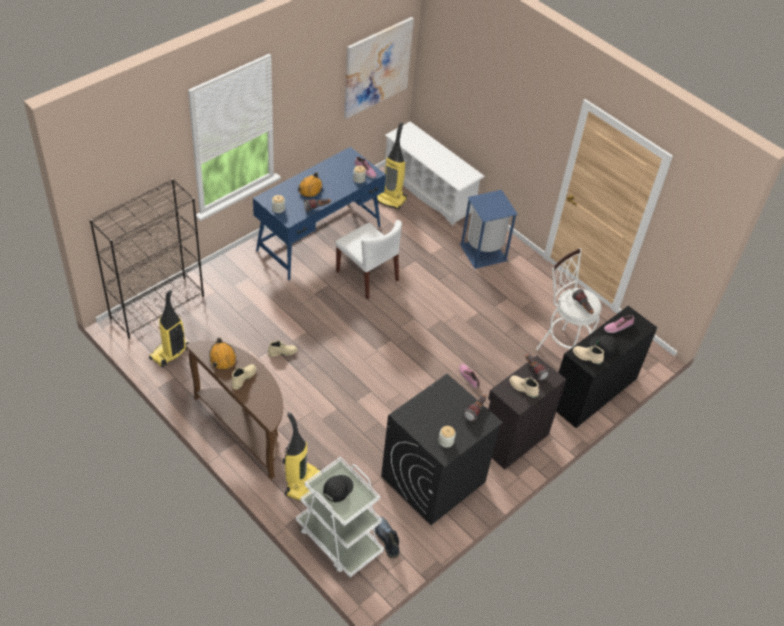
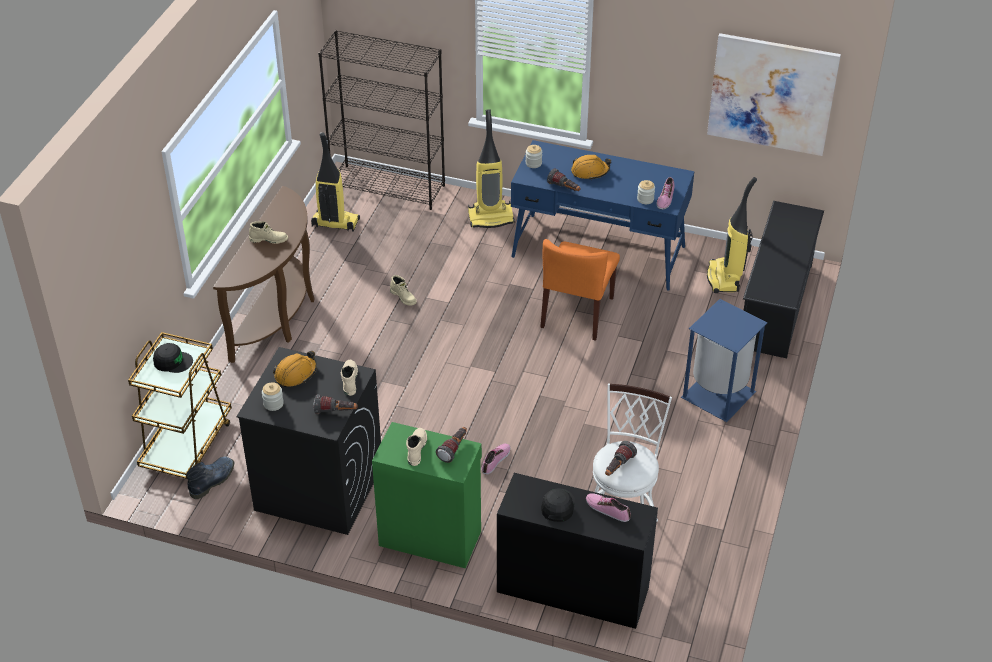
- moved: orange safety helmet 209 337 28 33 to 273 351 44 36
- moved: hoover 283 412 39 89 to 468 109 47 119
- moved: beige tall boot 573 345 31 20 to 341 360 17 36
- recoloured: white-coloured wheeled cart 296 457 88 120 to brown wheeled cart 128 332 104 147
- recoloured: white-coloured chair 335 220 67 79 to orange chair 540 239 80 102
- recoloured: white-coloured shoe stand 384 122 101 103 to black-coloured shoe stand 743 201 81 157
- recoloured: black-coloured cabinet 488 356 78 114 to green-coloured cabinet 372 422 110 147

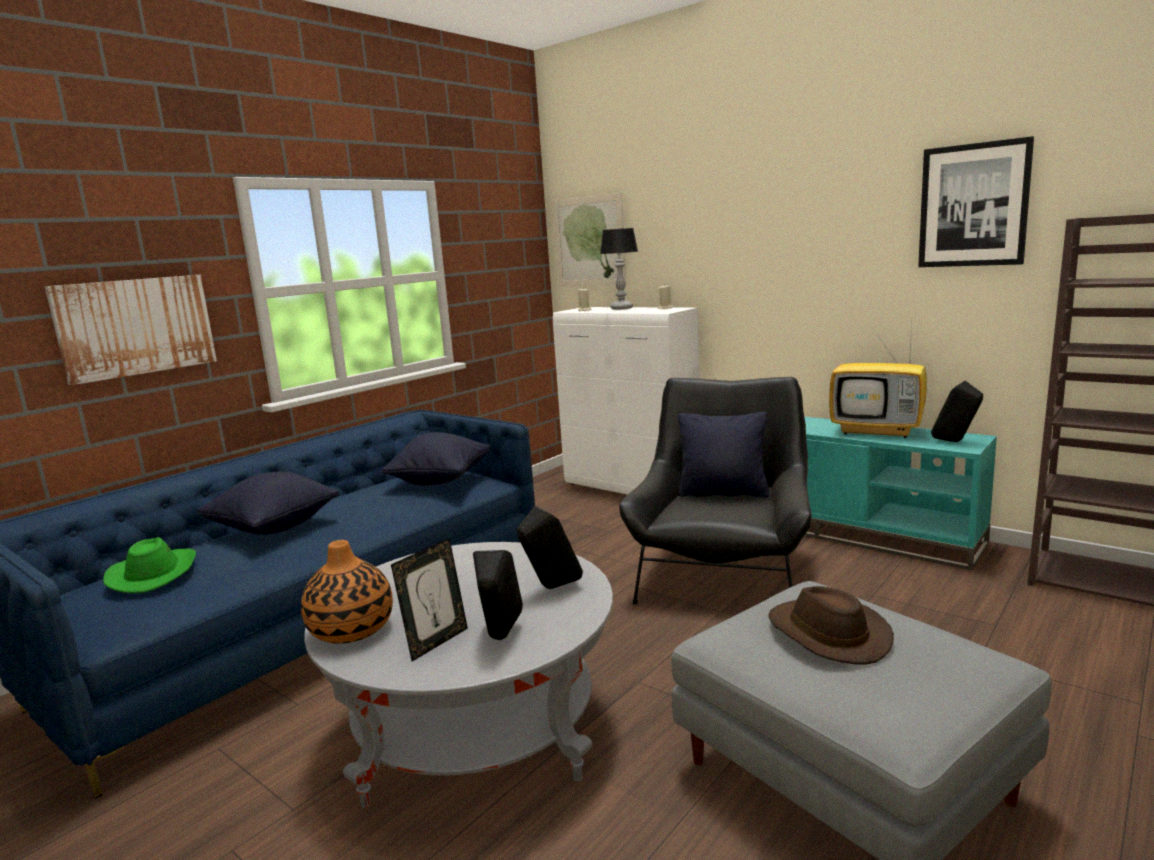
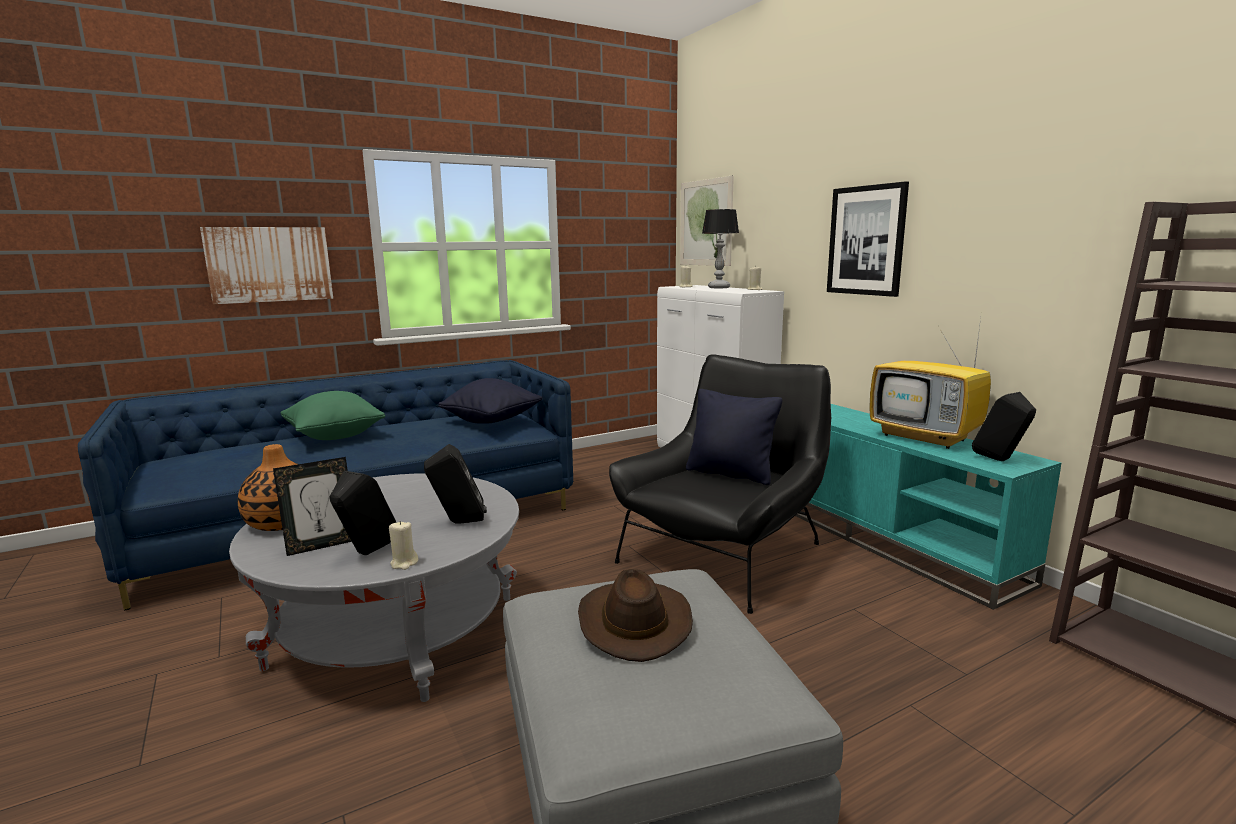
- removed: green-coloured hat 103 537 93 56
- added: beige wax candle 389 521 30 49
- moved: wall art 918 136 116 131 to 827 181 82 116
- recoloured: black-coloured pillow 197 472 143 63 to green-coloured pillow 280 391 105 49

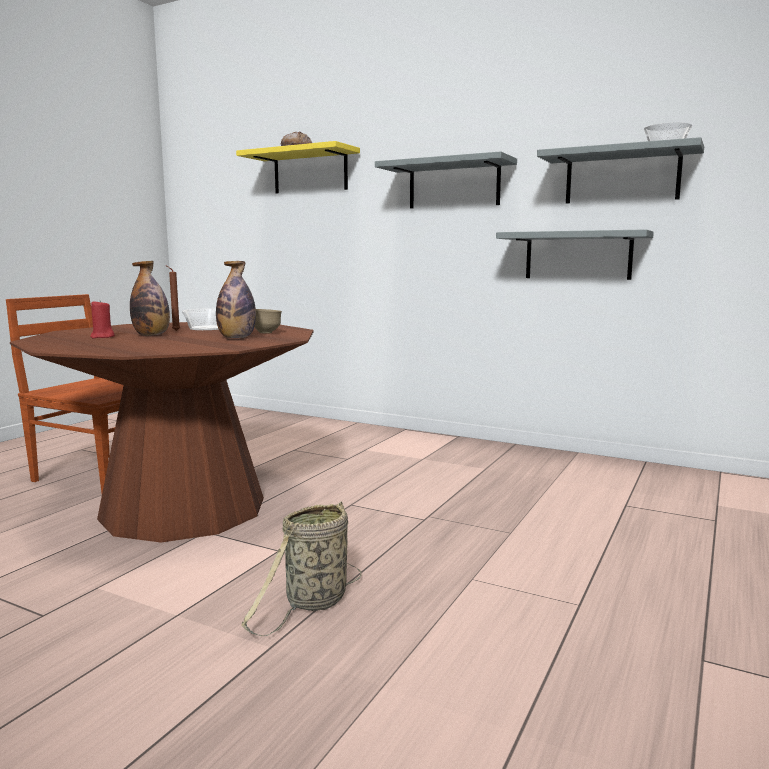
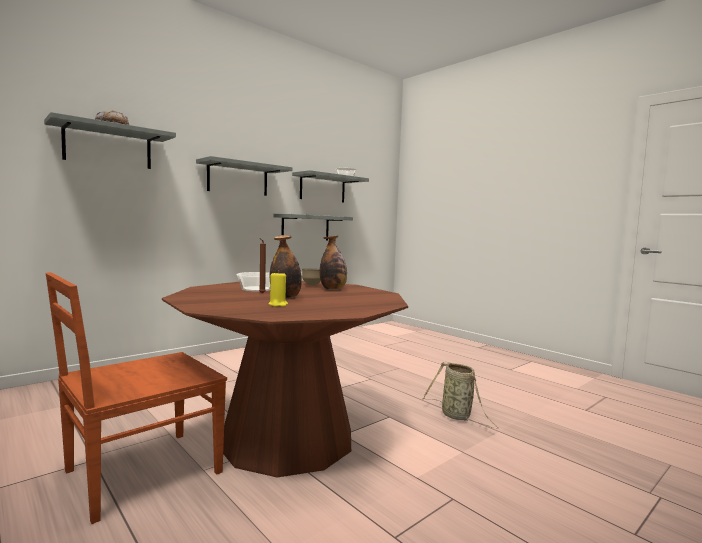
- recoloured: red wax candle 90 299 25 39 to yellow wax candle 268 271 20 36
- recoloured: yellow wall shelf 236 141 124 53 to grey wall shelf 44 112 132 57

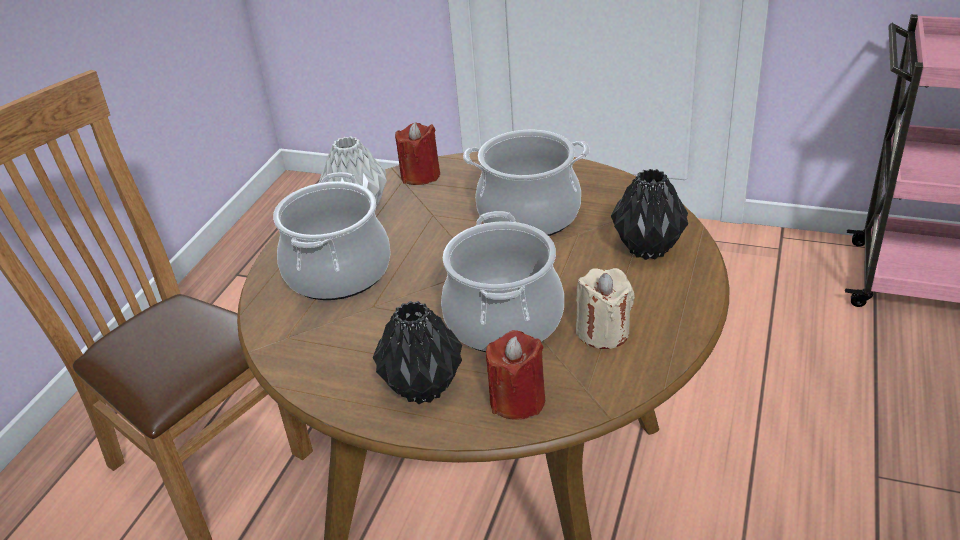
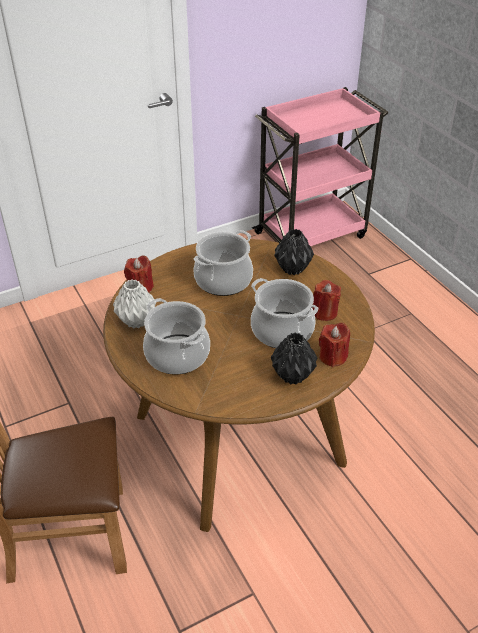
- recoloured: beige wax candle 576 268 59 81 to red wax candle 312 280 29 41

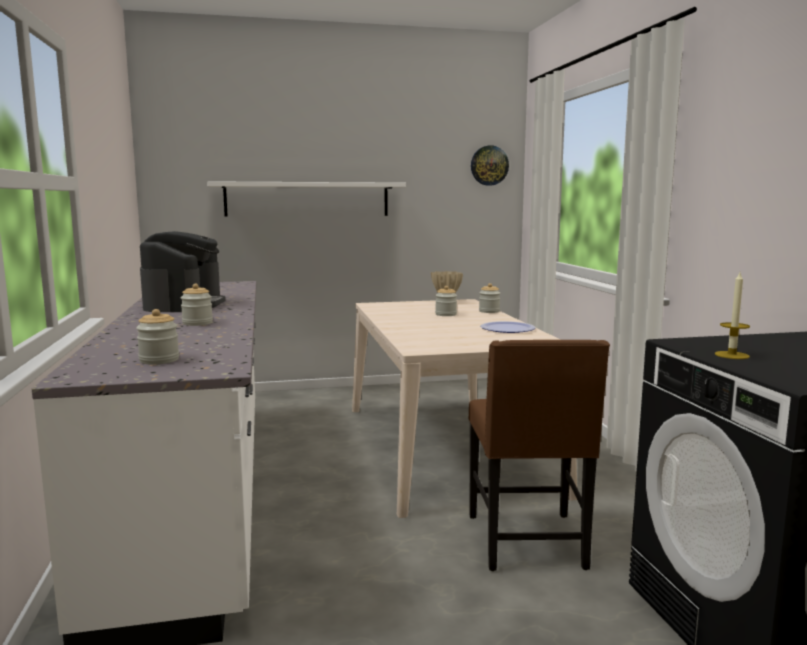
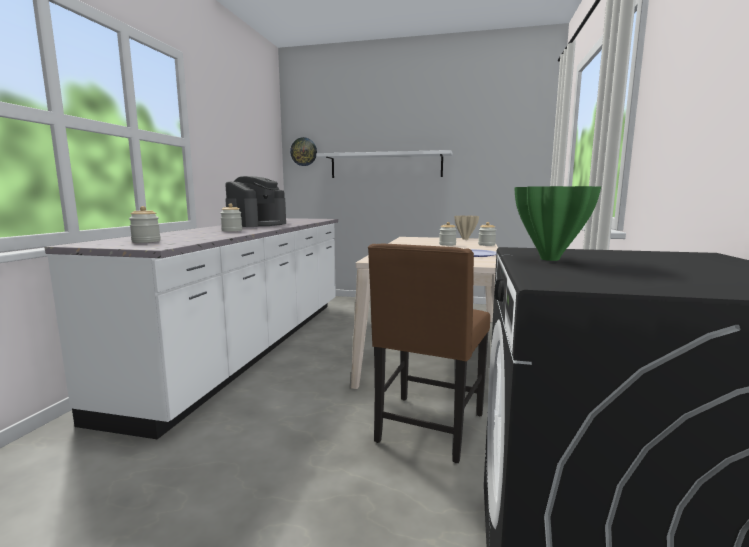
- moved: wall clock 471 145 38 41 to 290 137 27 29
- replaced: wax candle 715 272 35 87 to green-coloured decorative vase 515 186 86 75

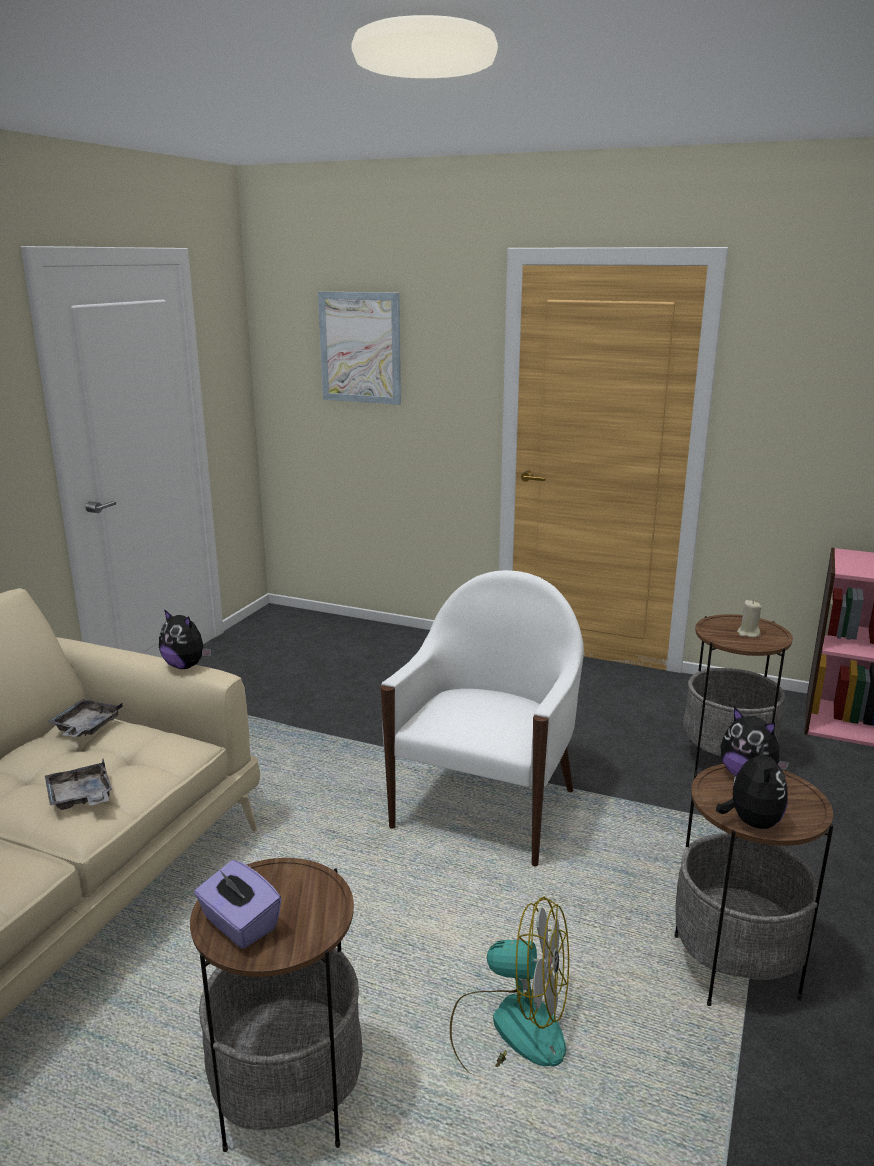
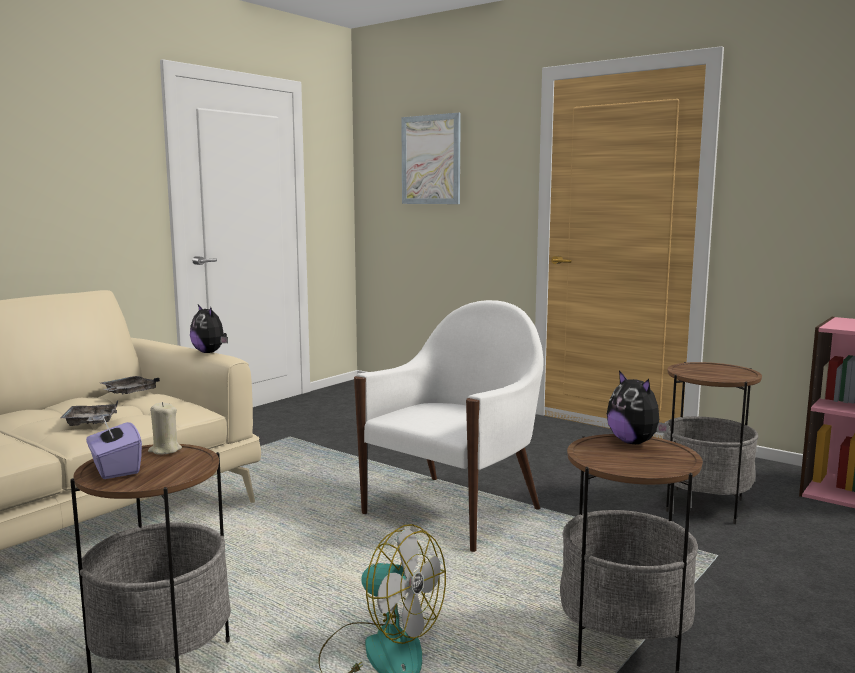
- removed: plush toy 716 743 72 86
- moved: beige wax candle 737 600 25 38 to 148 402 34 53

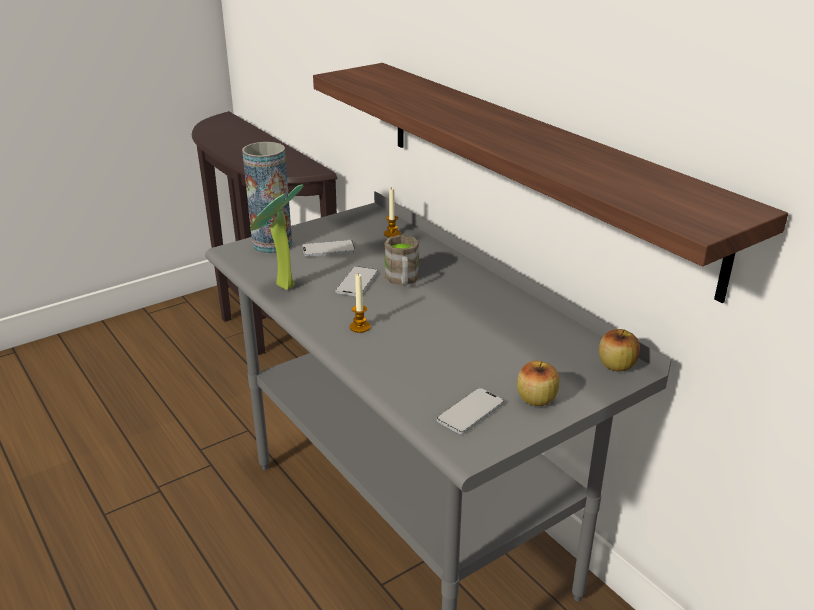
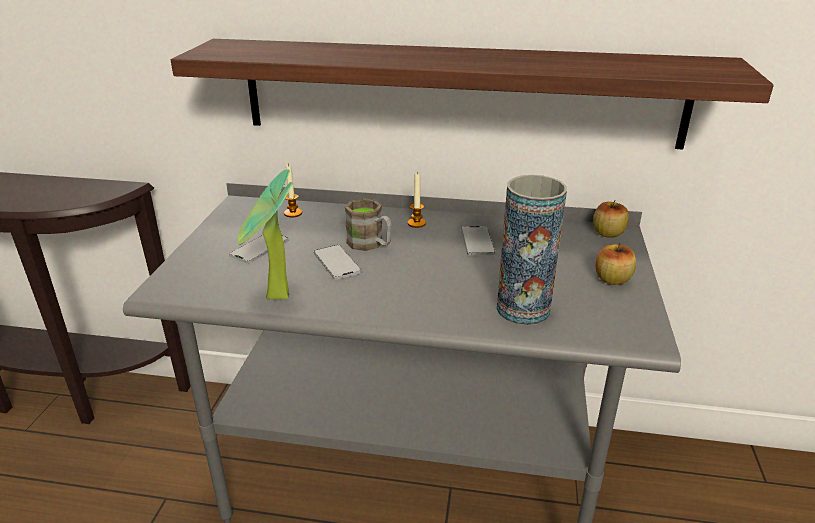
- moved: decorative vase 242 142 50 112 to 497 175 70 150
- moved: wax candle 350 273 21 60 to 408 172 18 56
- moved: handset 437 388 67 47 to 461 226 34 30

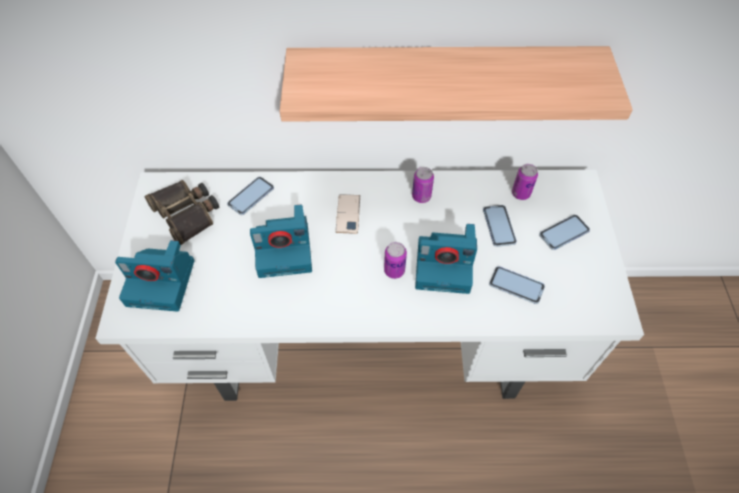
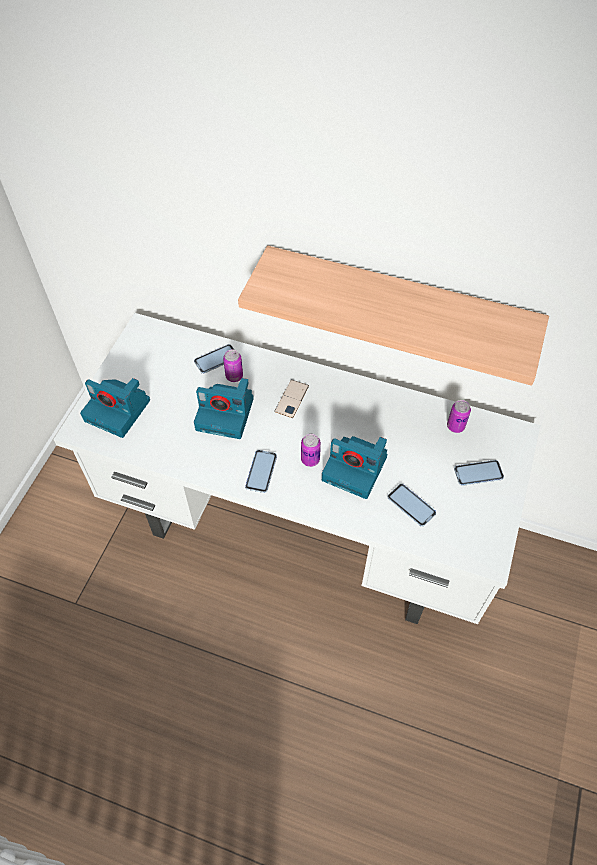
- removed: field glasses 145 180 74 65
- moved: metal can 412 167 22 36 to 223 350 20 32
- moved: handset 483 205 34 42 to 245 450 32 43

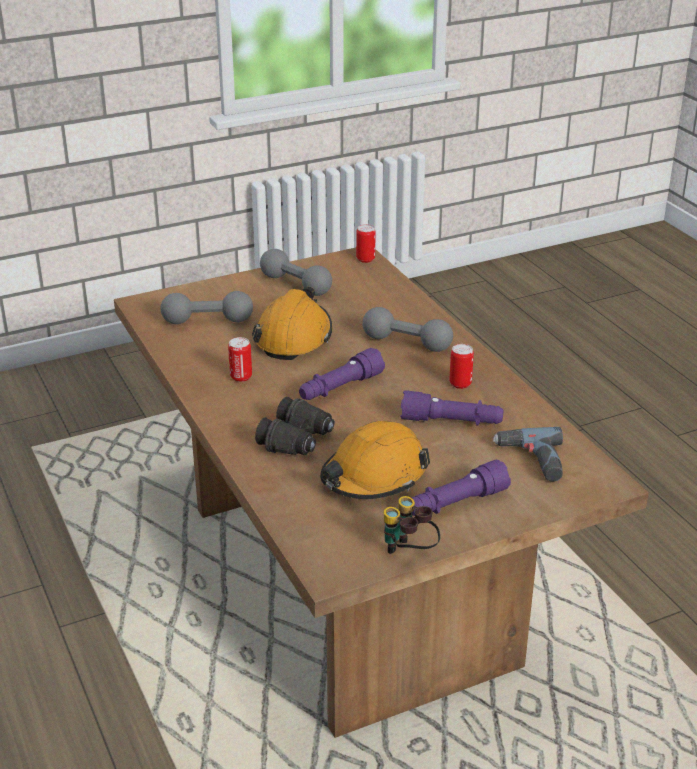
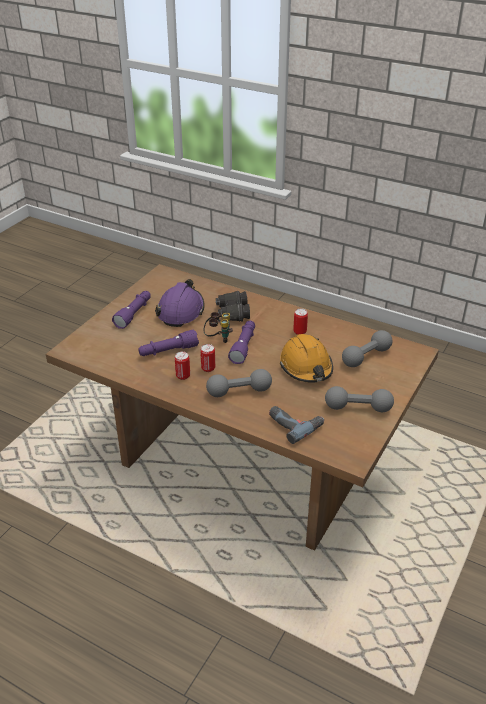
- moved: metal can 356 224 20 39 to 200 344 15 28
- moved: field glasses 384 496 56 58 to 204 312 29 31
- moved: electric drill 493 427 70 55 to 269 406 55 38
- recoloured: orange safety helmet 320 421 110 78 to purple safety helmet 155 279 50 48

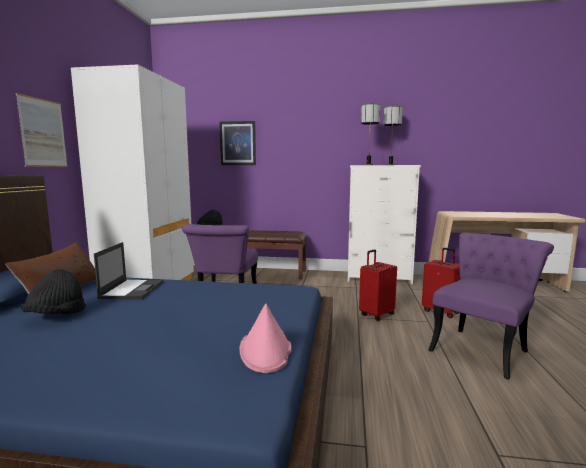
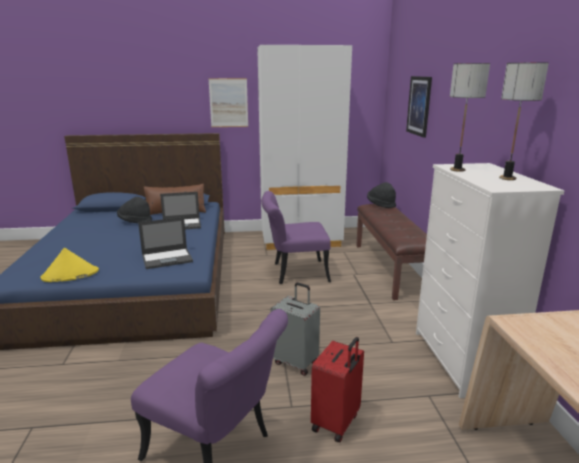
- added: portable computer 138 217 55 52
- recoloured: pink-coloured hat 239 304 52 69 to yellow hat 40 248 59 34
- recoloured: red piece of luggage 359 249 38 72 to grey piece of luggage 271 282 49 94

